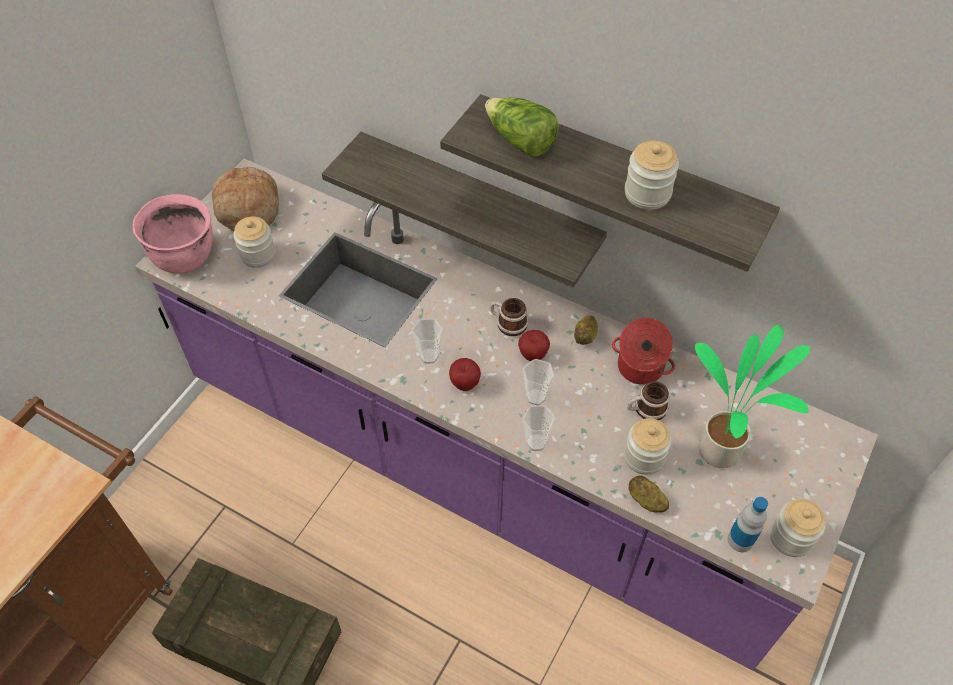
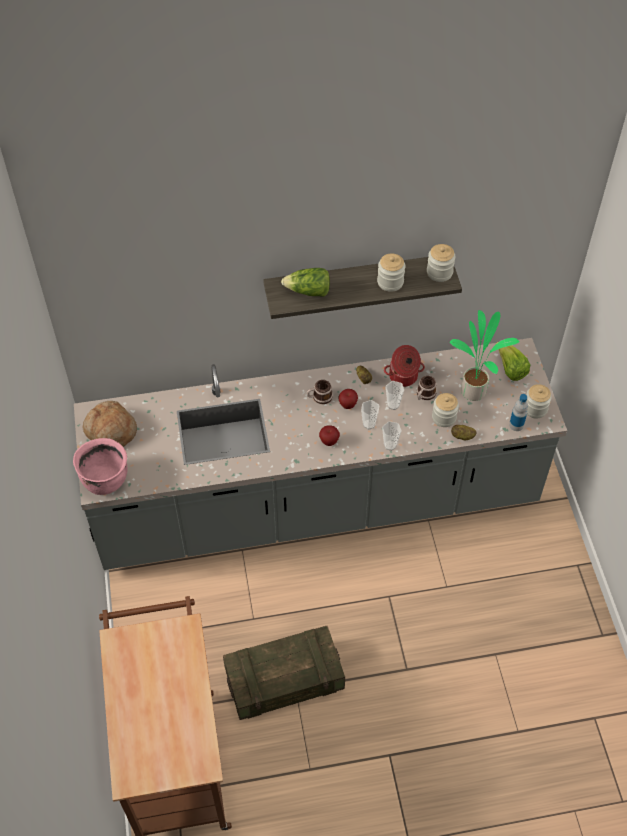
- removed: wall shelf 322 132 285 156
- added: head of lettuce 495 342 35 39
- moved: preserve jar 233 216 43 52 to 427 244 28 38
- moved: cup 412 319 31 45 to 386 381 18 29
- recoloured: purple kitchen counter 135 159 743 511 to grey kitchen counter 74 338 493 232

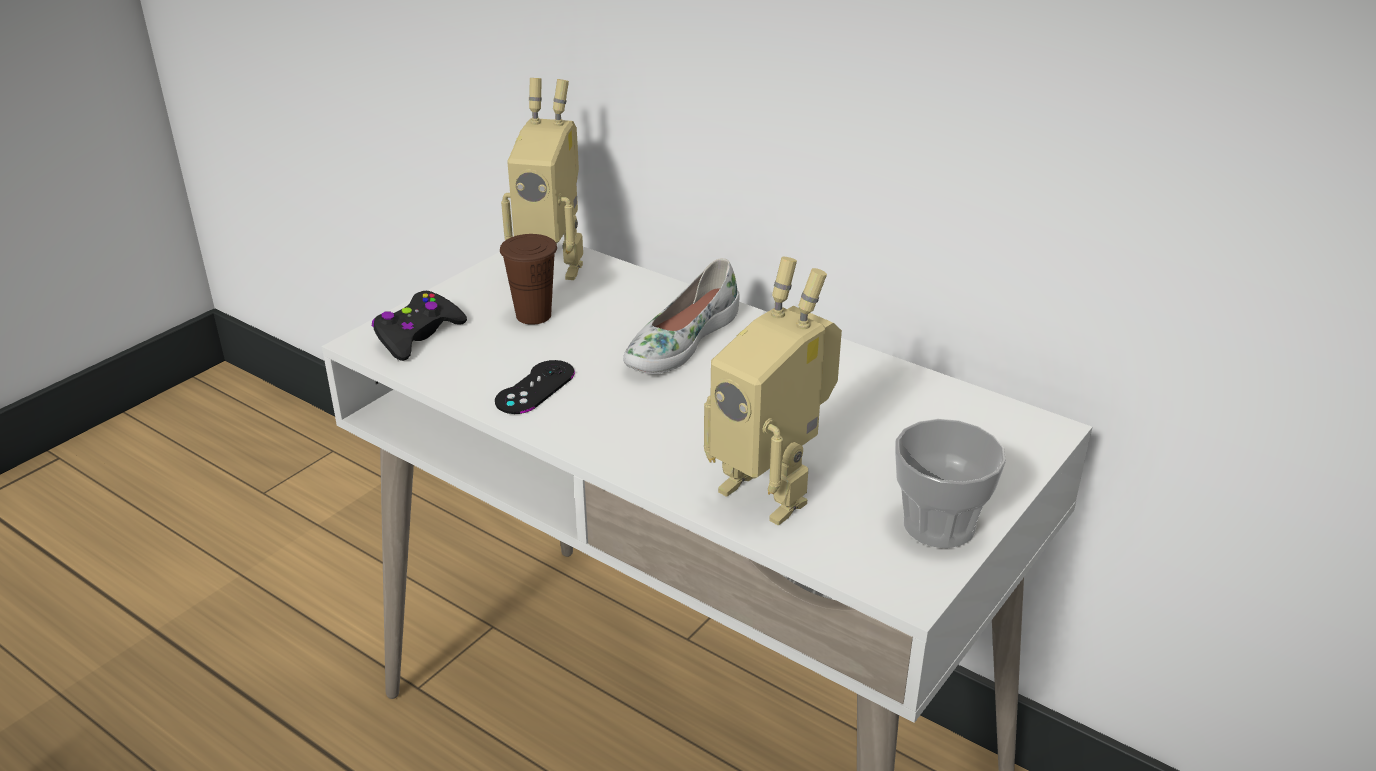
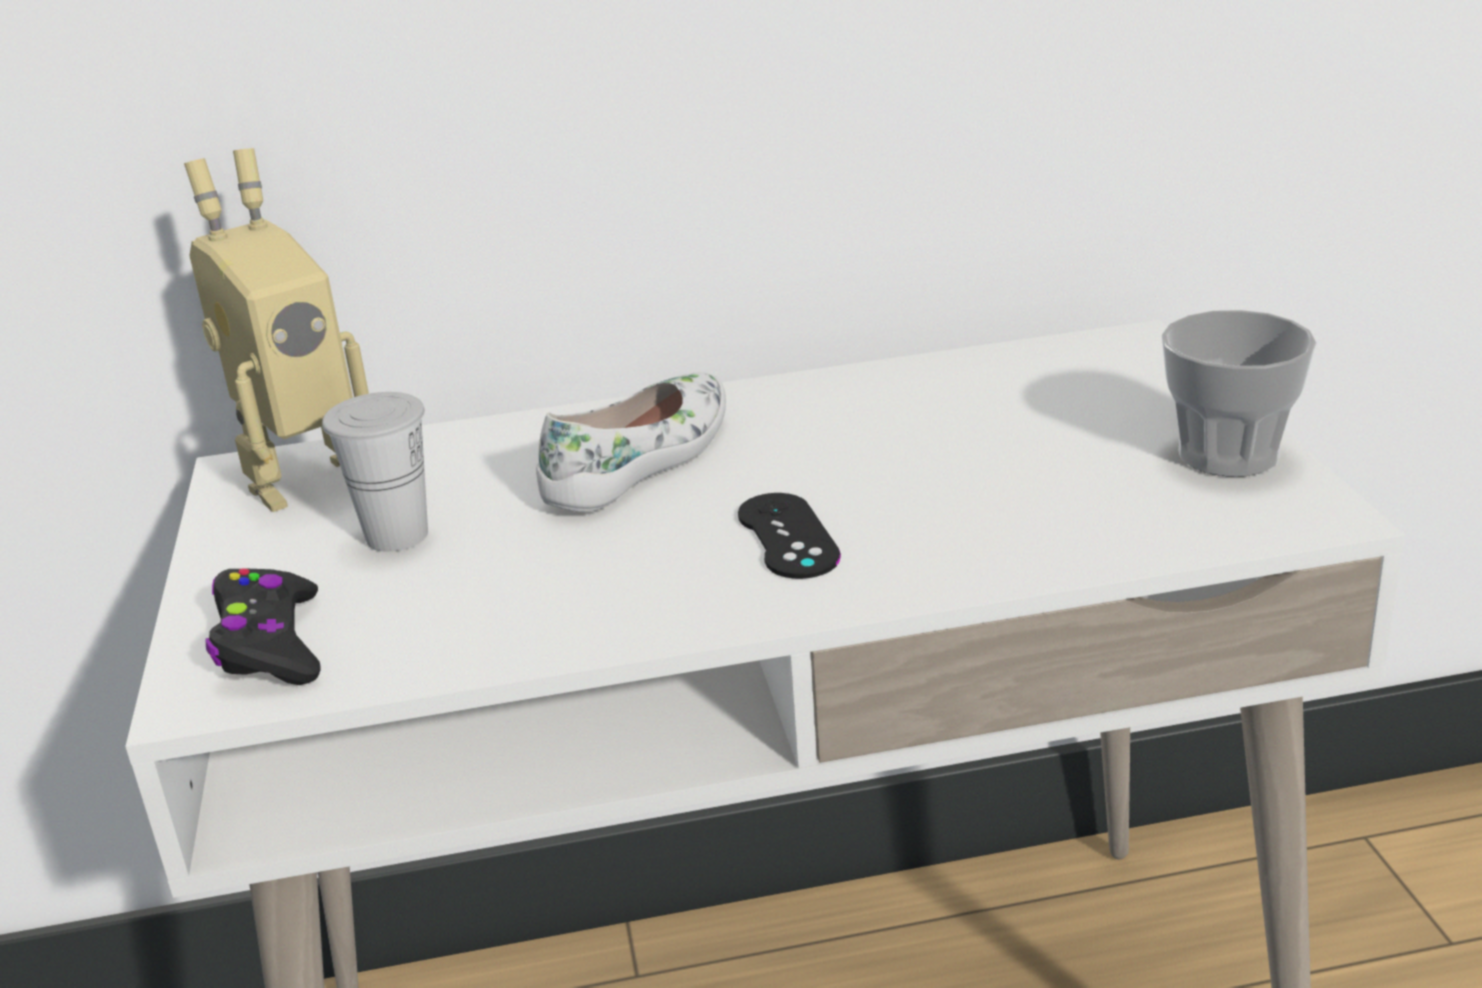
- removed: model robot 704 257 138 268
- moved: black-coloured gamepad 495 360 80 54 to 738 493 103 86
- recoloured: brown cup 500 234 57 91 to white-coloured cup 322 392 106 160
- turned: white-coloured item of footwear 623 258 116 116 = 536 372 190 140 135 degrees counterclockwise

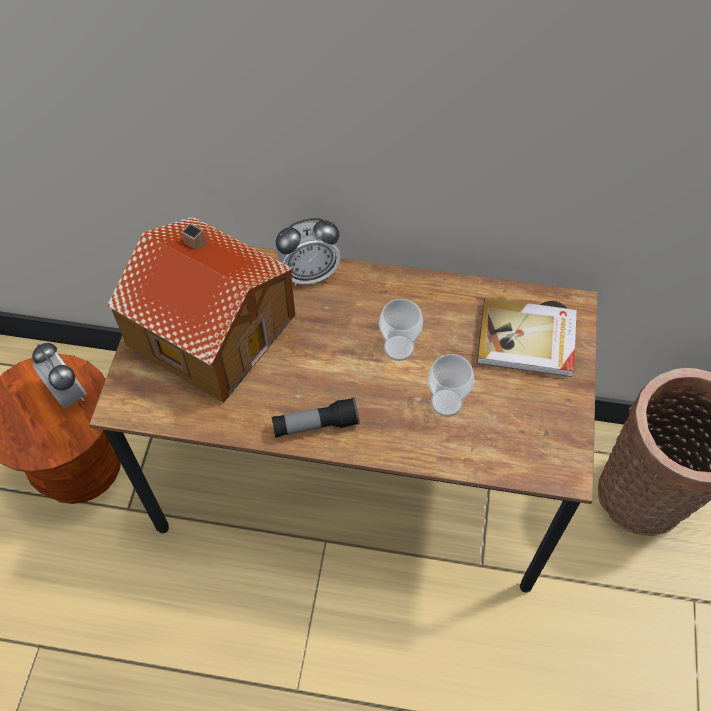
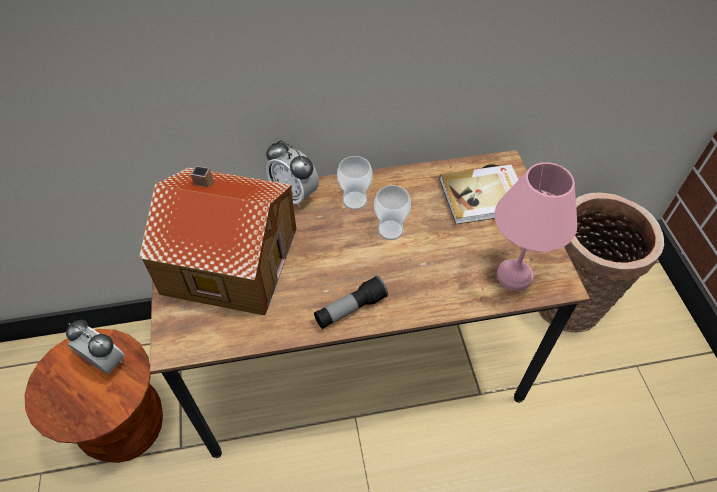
- added: pink-coloured lamp for a table 495 162 83 129
- moved: cup 428 354 46 63 to 337 156 36 54
- turned: alarm clock 276 218 65 68 = 266 140 53 68 75 degrees clockwise

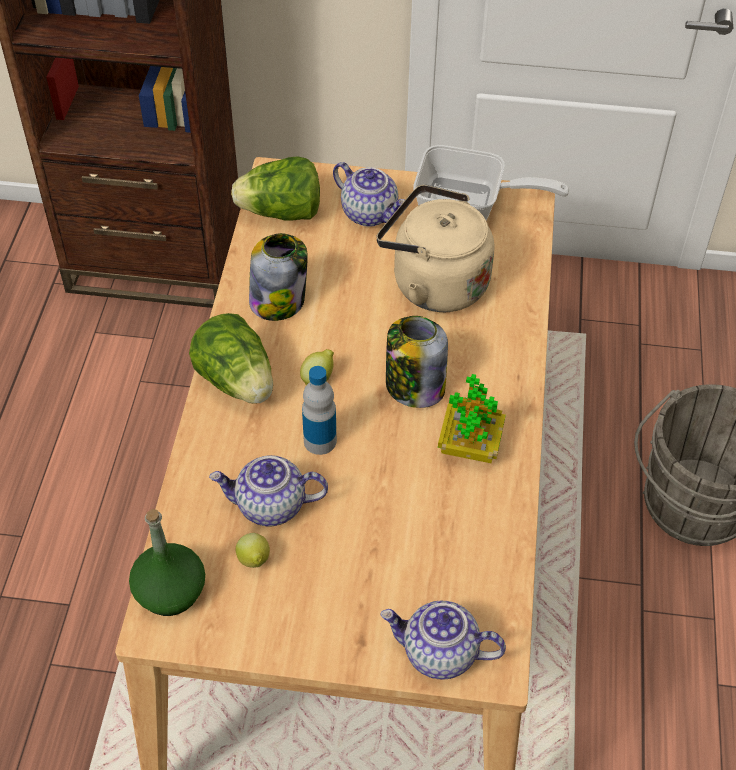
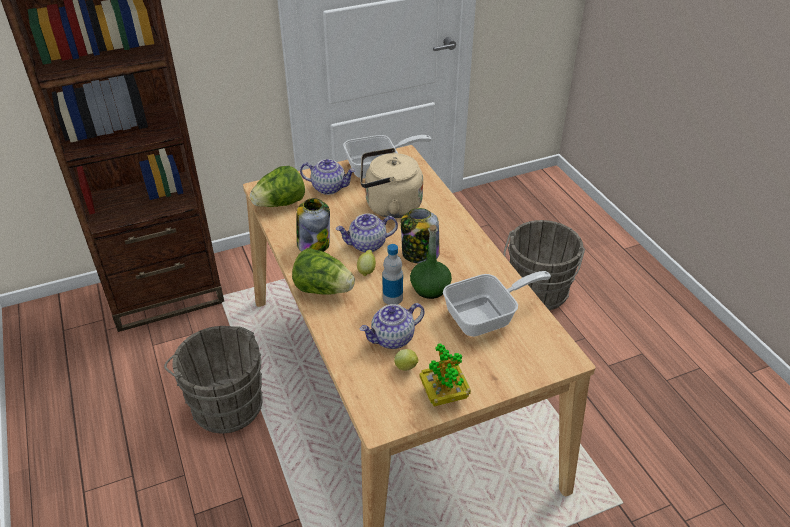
- added: grey bucket 164 326 99 107
- added: skillet 443 271 108 66
- moved: green-coloured drink bottle 129 509 76 107 to 410 225 42 74
- moved: pot for tea 380 601 126 79 to 336 214 62 38
- moved: plant in a pot 438 374 68 89 to 420 344 51 62

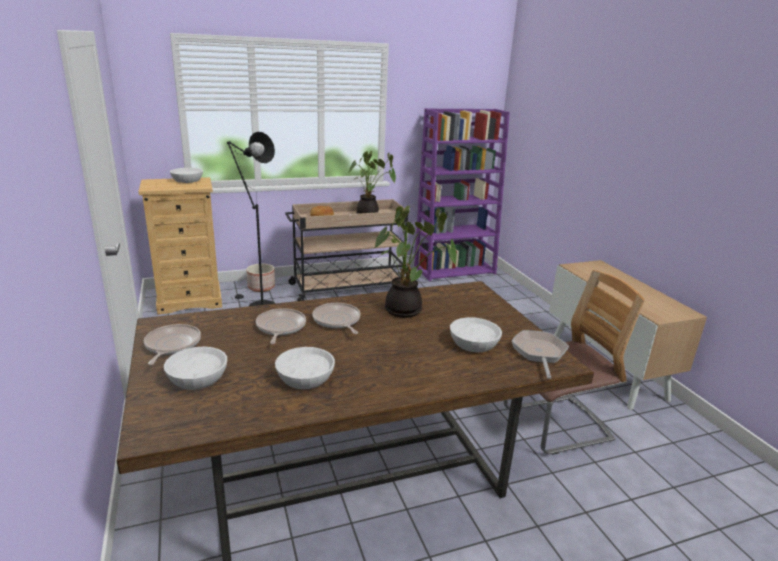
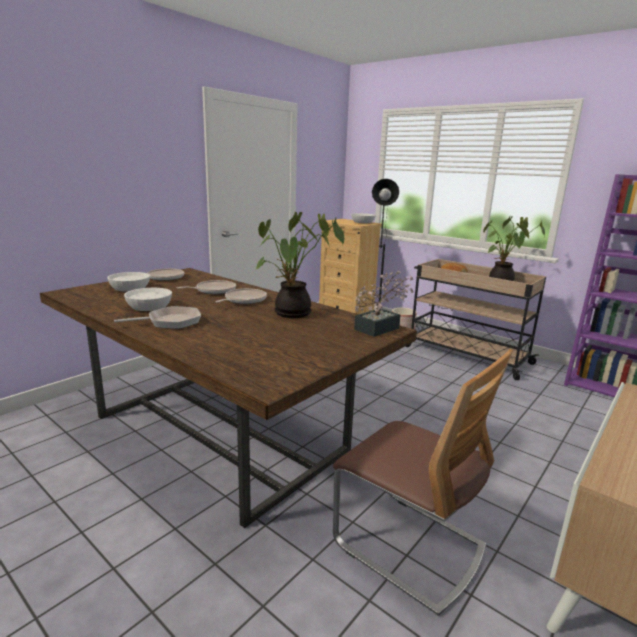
- removed: white-coloured bowl 450 317 52 35
- added: plant in a pot 354 271 60 66
- moved: skillet 512 330 57 49 to 114 306 87 23

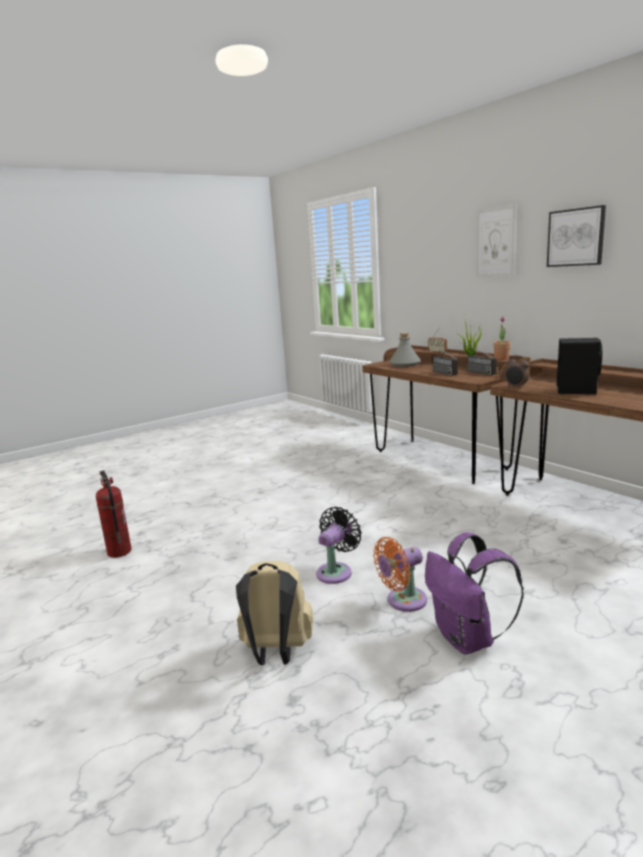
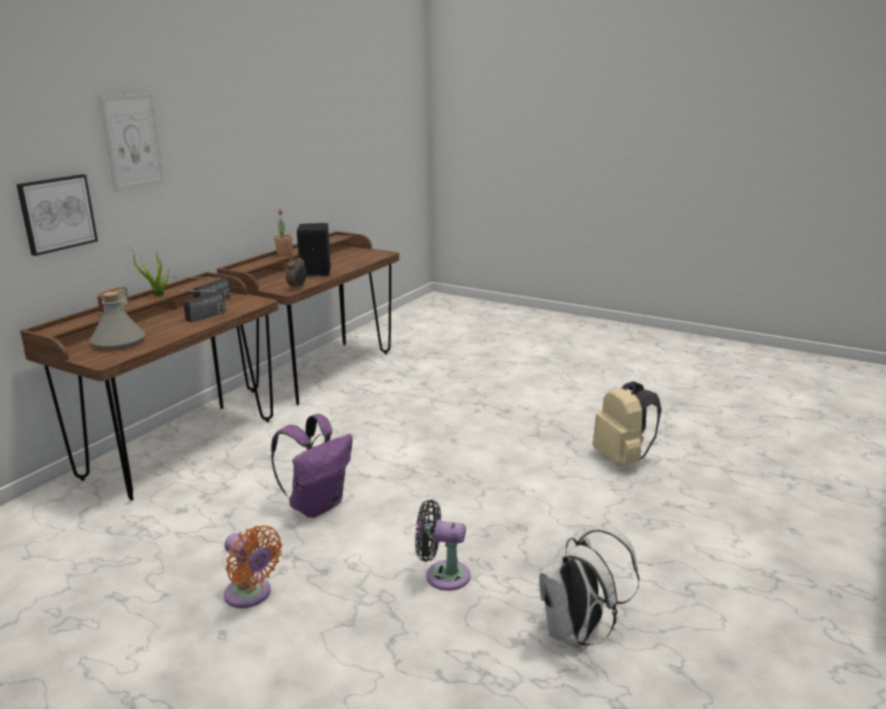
- moved: black-coloured fan 316 507 46 77 to 415 500 56 91
- moved: orange fan 373 537 54 75 to 224 525 58 83
- moved: purple backpack 425 532 99 122 to 271 414 81 104
- moved: plant in a pot 493 317 18 43 to 274 209 18 47
- moved: wall art 547 205 59 62 to 16 174 82 82
- replaced: fire extinguisher 96 470 36 88 to white-coloured backpack 539 526 100 122

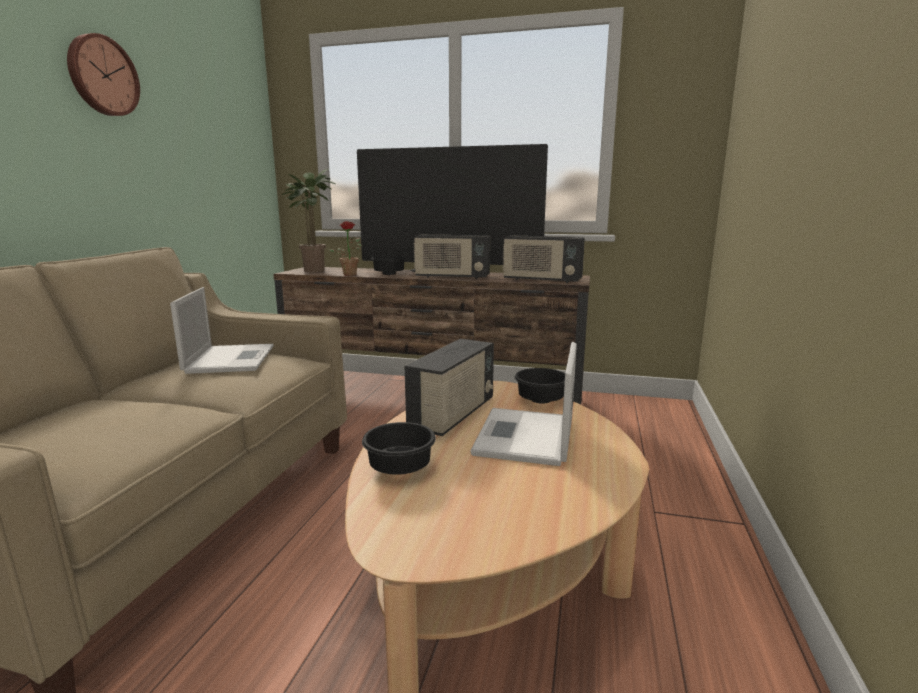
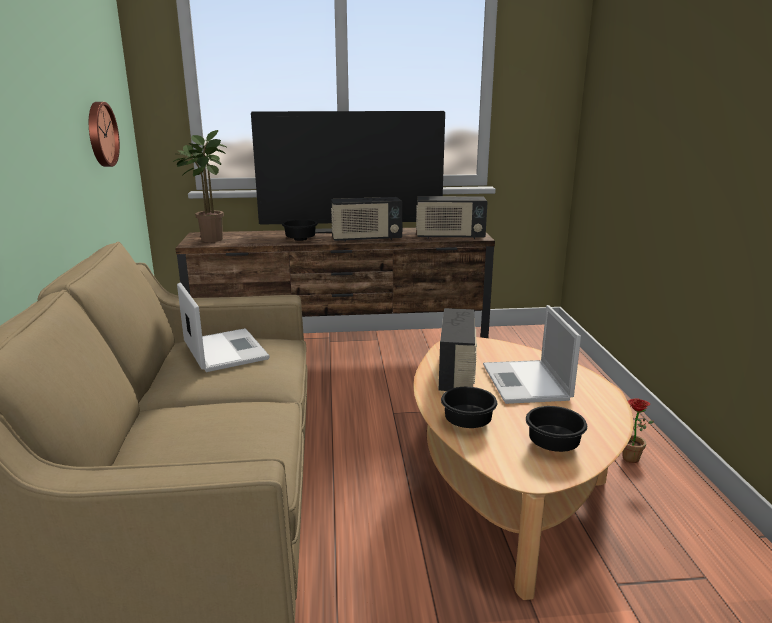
- moved: wall clock 67 33 73 83 to 89 102 31 65
- moved: plant in a pot 328 222 34 54 to 623 398 31 65
- moved: black-coloured bowl 515 368 50 36 to 526 406 61 46

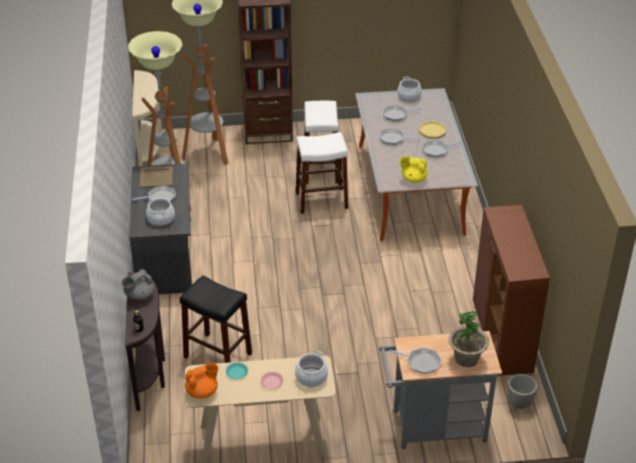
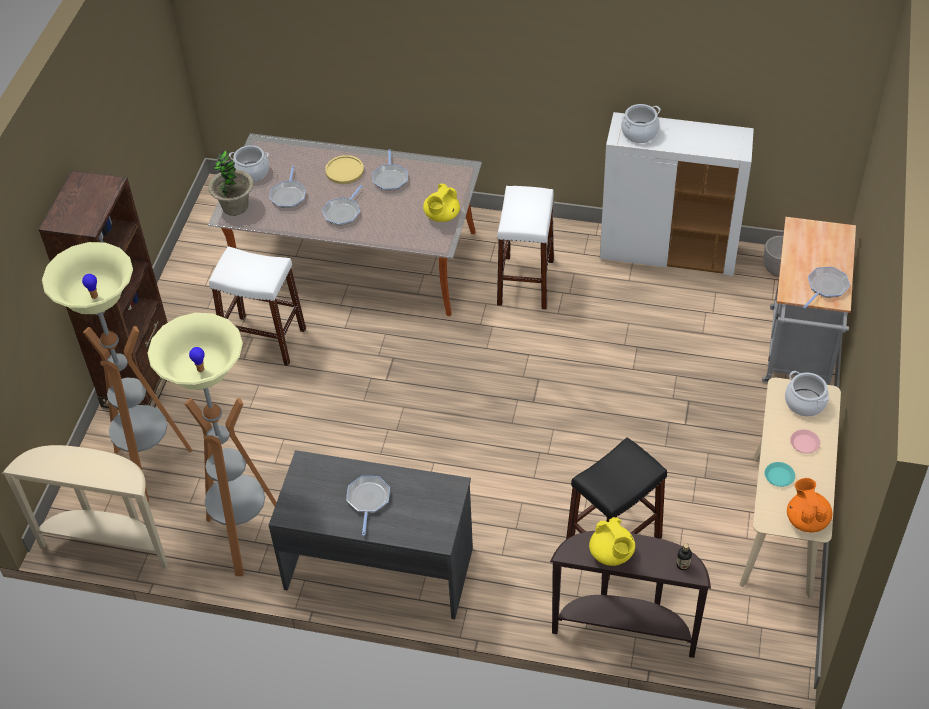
- removed: beige serving tray 140 166 33 22
- moved: stockpot 146 197 29 29 to 621 104 40 39
- moved: white-coloured sitting stool 296 132 52 82 to 497 186 57 124
- moved: plant in a pot 448 311 41 56 to 208 150 46 66
- recoloured: grey pot for tea 121 269 33 32 to yellow pot for tea 589 517 46 49
- recoloured: brown cabinet 473 205 77 171 to white-coloured cabinet 600 112 154 164

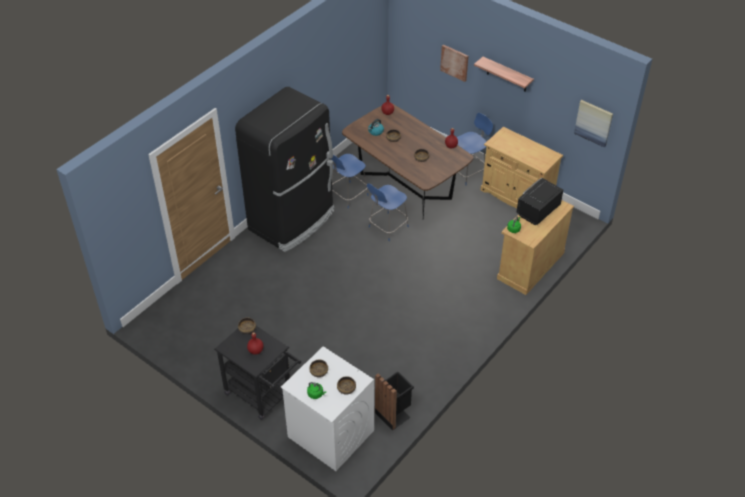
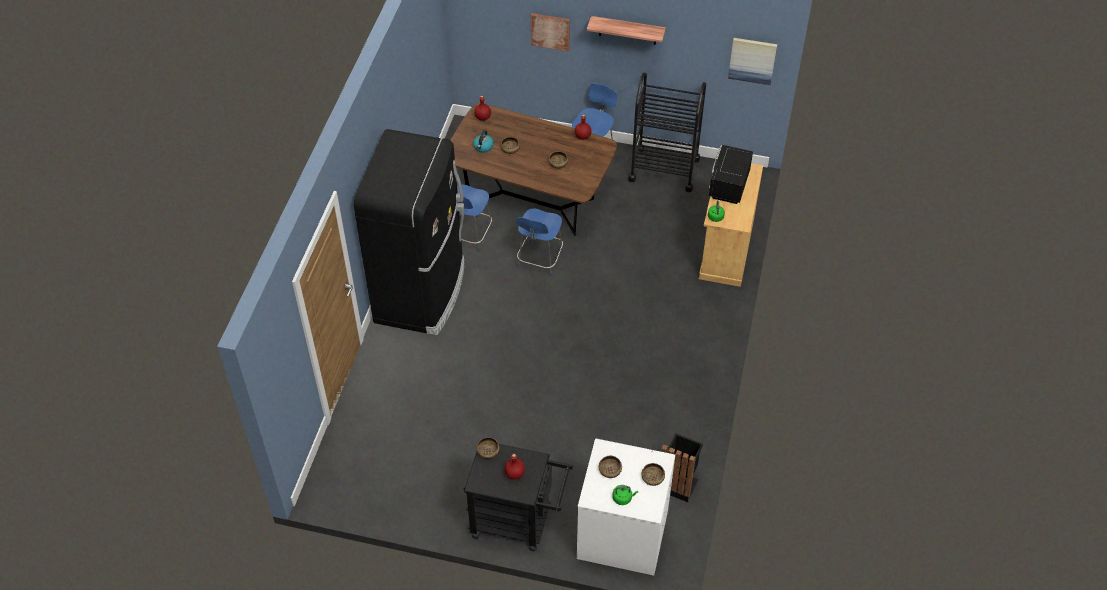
- replaced: beige cabinet 480 127 83 81 to black-coloured wheeled cart 628 72 78 120

